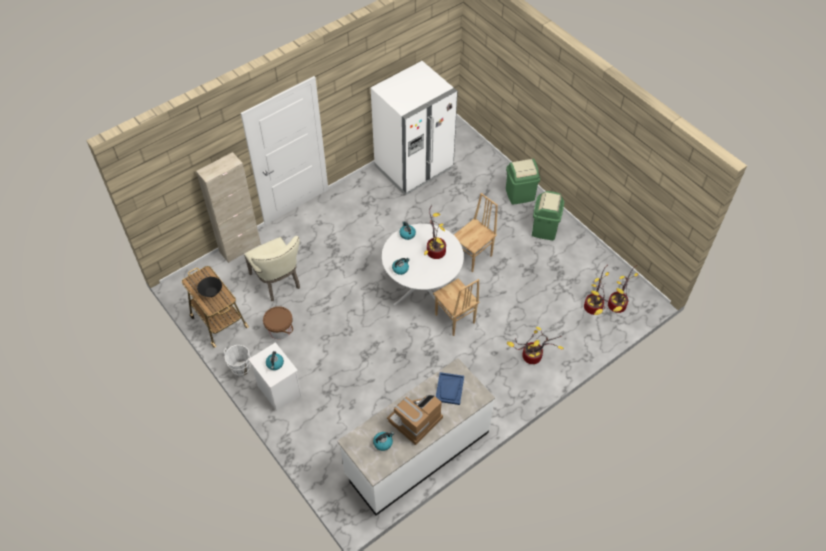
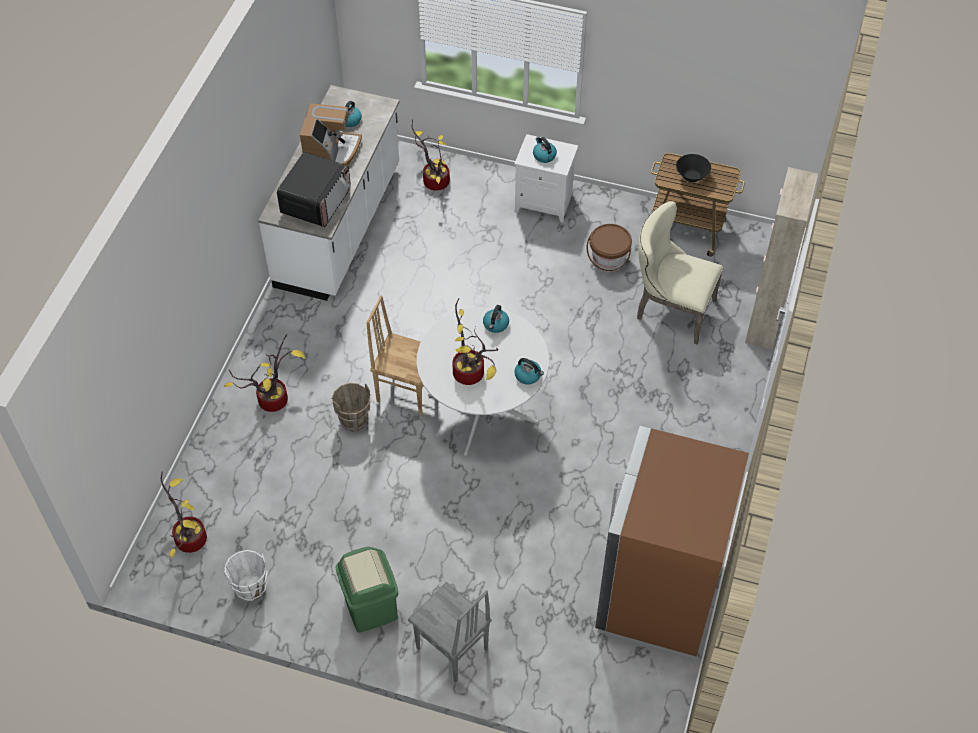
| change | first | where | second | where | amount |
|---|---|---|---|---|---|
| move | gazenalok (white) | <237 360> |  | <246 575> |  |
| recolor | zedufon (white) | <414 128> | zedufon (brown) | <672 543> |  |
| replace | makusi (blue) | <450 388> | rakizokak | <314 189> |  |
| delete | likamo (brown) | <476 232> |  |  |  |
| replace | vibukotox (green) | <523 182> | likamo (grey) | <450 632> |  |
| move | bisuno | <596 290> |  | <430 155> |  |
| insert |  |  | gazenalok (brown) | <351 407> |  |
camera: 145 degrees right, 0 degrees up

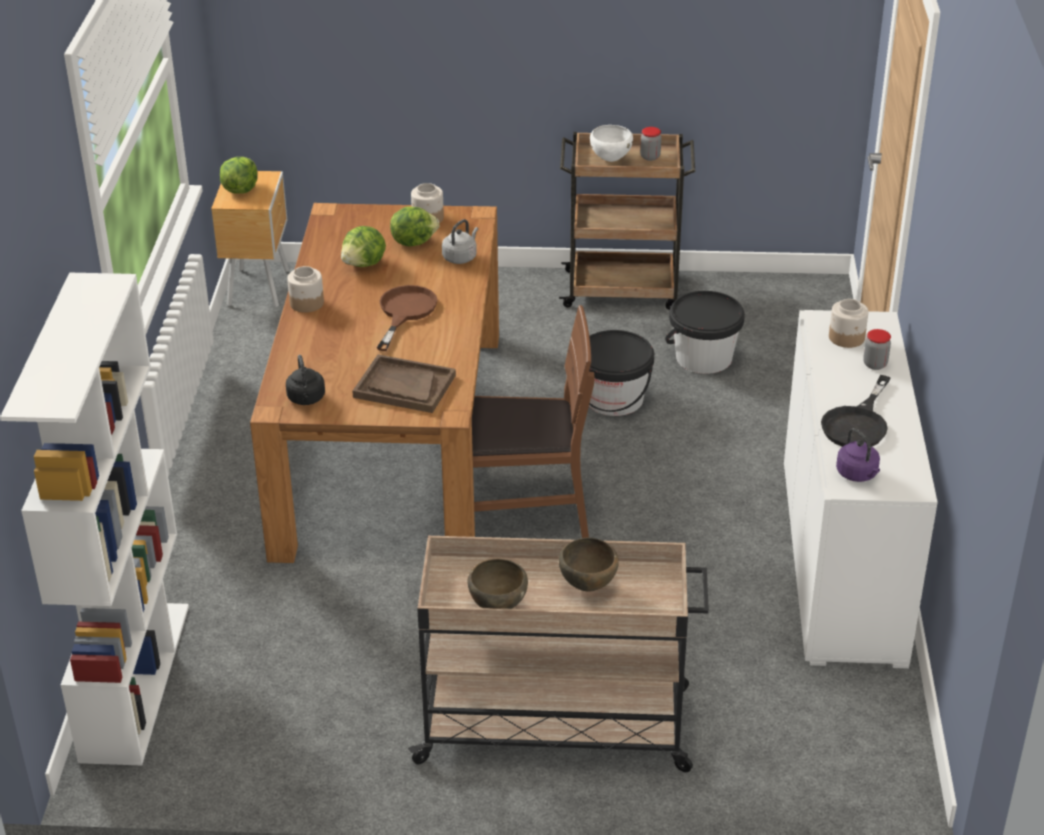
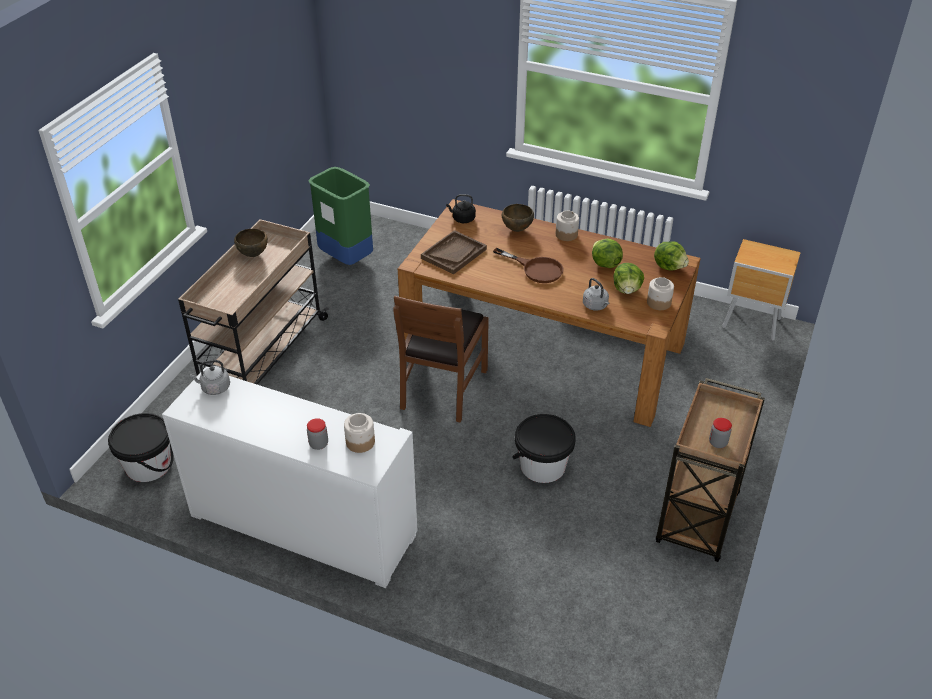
| change | first | where | second | where | amount |
|---|---|---|---|---|---|
| delete | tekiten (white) | <94 519> |  |  |  |
| move | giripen | <239 175> |  | <671 256> |  |
| move | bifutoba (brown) | <589 564> |  | <518 218> |  |
| delete | bifutoba (white) | <611 143> |  |  |  |
| move | gazenalok (black) | <705 332> |  | <141 447> |  |
| delete | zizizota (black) | <855 411> |  |  |  |
| recolor | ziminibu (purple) | <858 455> | ziminibu (grey) | <210 377> |  |
| insert |  |  | vibukotox (green) | <340 216> |  |
camera: 110 degrees right, 5 degrees up

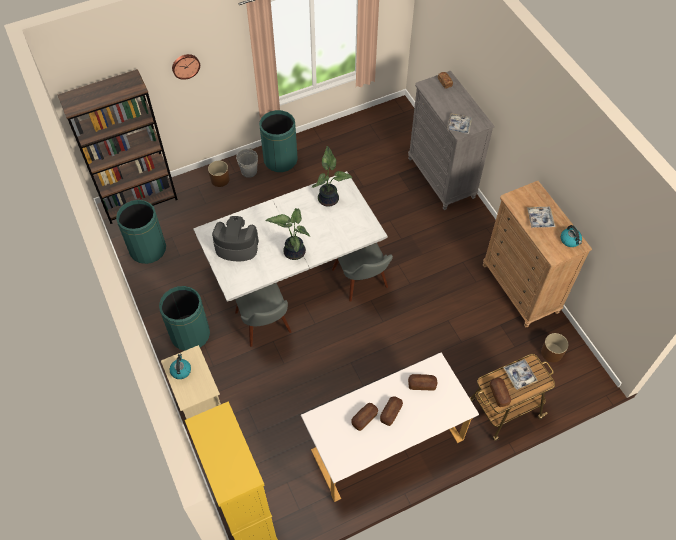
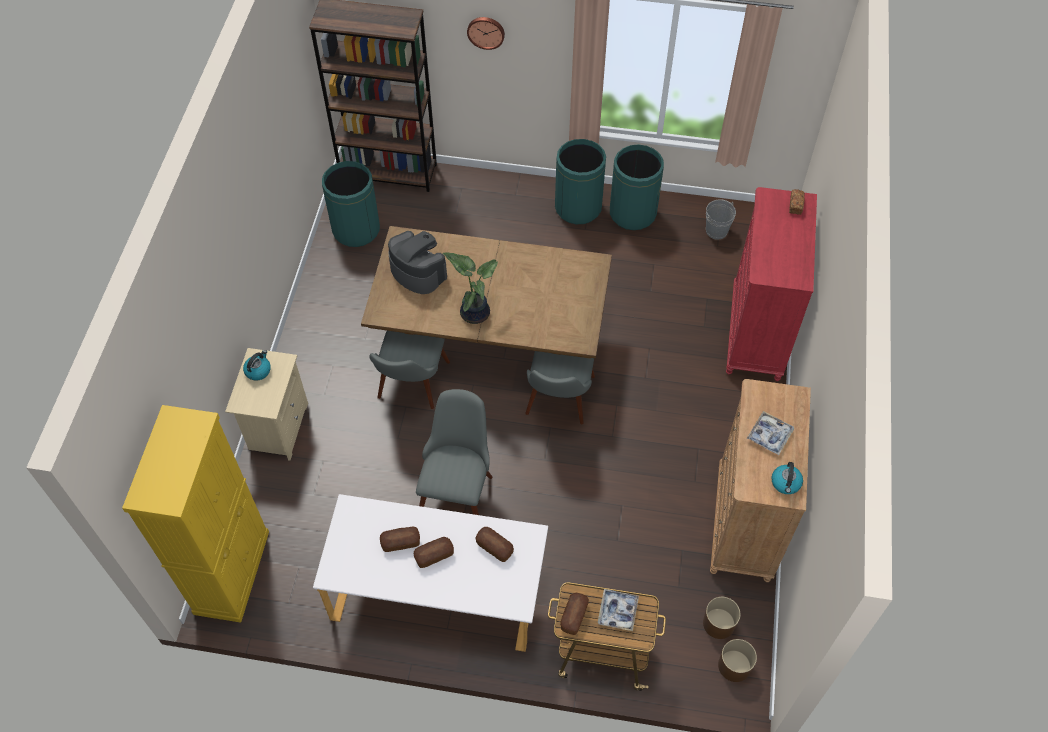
| change | first | where | second | where | amount |
|---|---|---|---|---|---|
| move | vibukotox (green) | <184 318> |  | <637 187> |  |
| recolor | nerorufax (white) | <290 236> | nerorufax (brown) | <486 292> |  |
| move | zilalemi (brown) | <219 174> |  | <737 660> |  |
| move | gazenalok (grey) | <247 163> |  | <721 219> |  |
| delete | bisuno | <332 176> |  |  |  |
| recolor | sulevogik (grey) | <451 140> | sulevogik (red) | <771 284> |  |
| delete | makusi | <459 123> |  |  |  |
| insert |  |  | likamo (grey) | <454 452> |  |
camera: 35 degrees right, 0 degrees up

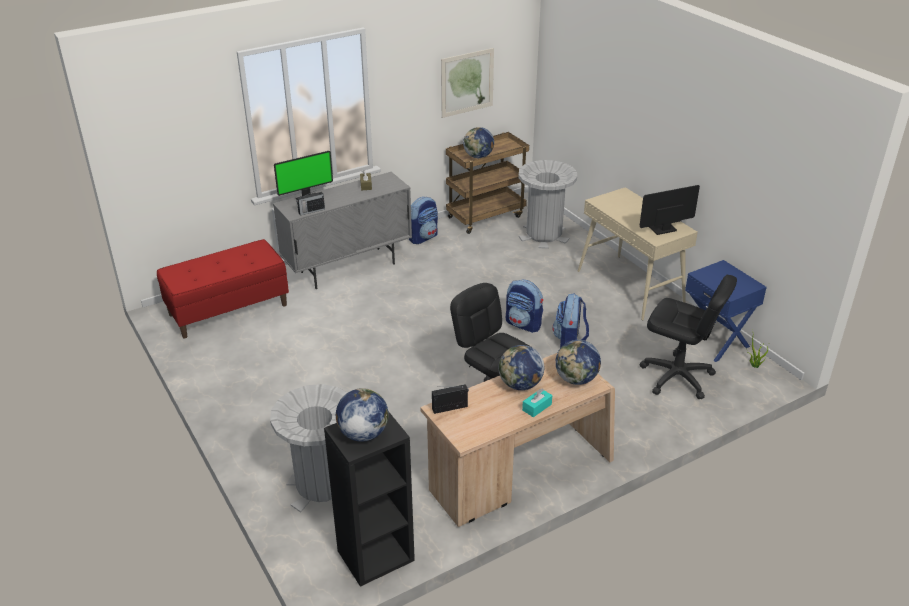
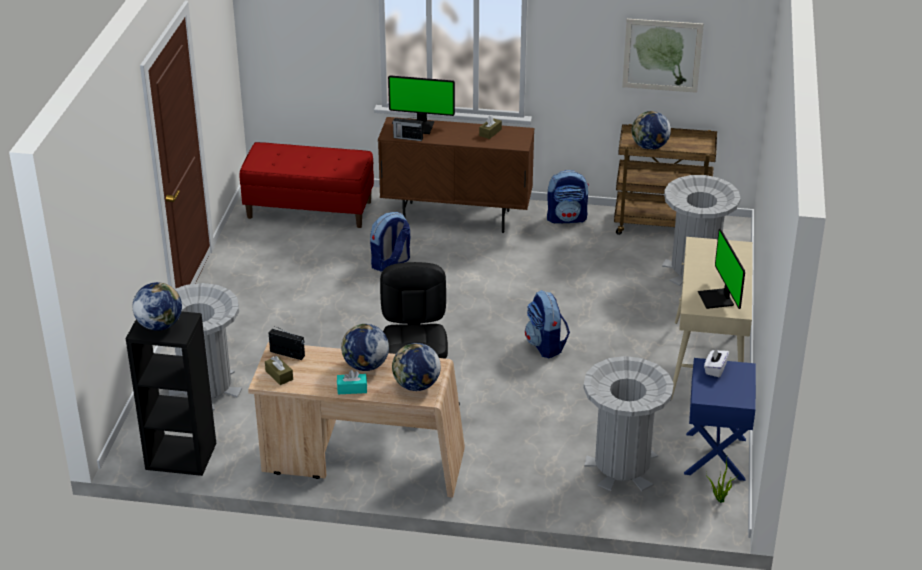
| change | first | where | second | where | amount |
|---|---|---|---|---|---|
| recolor | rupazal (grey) | <342 230> | rupazal (brown) | <456 175> |  |
| move | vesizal | <570 321> |  | <390 242> |  |
| rotate | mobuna | <669 210> |  | <721 268> | 120 degrees counterclockwise |
| replace | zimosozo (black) | <688 337> | vibukotox (grey) | <628 423> |  |
| insert |  |  | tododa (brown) | <279 370> |  |
| insert |  |  | tododa (white) | <716 362> |  |
camera: 40 degrees right, 0 degrees up

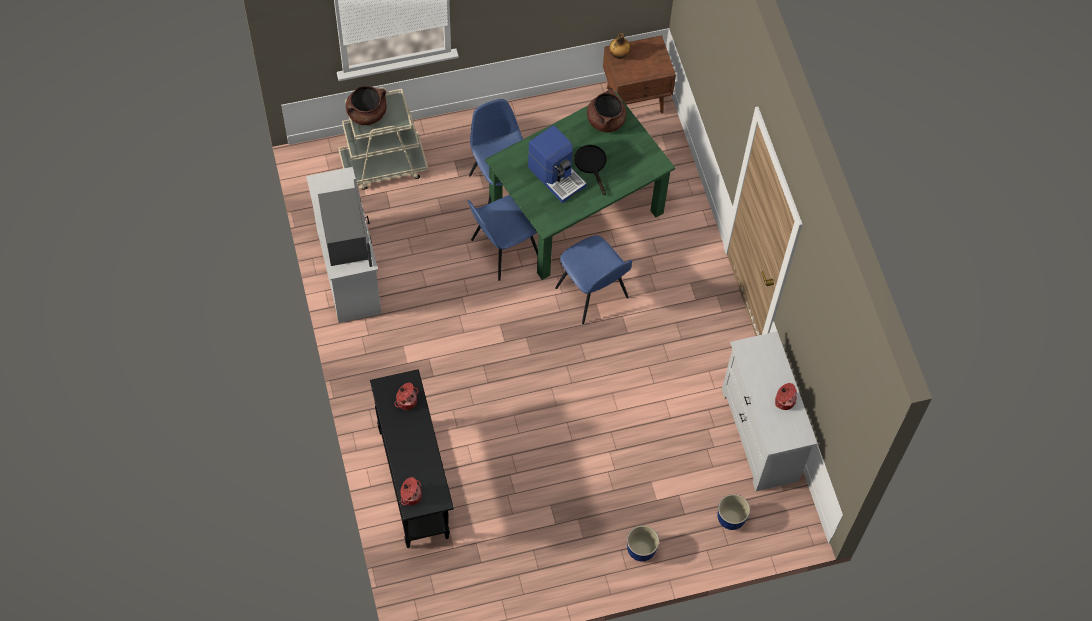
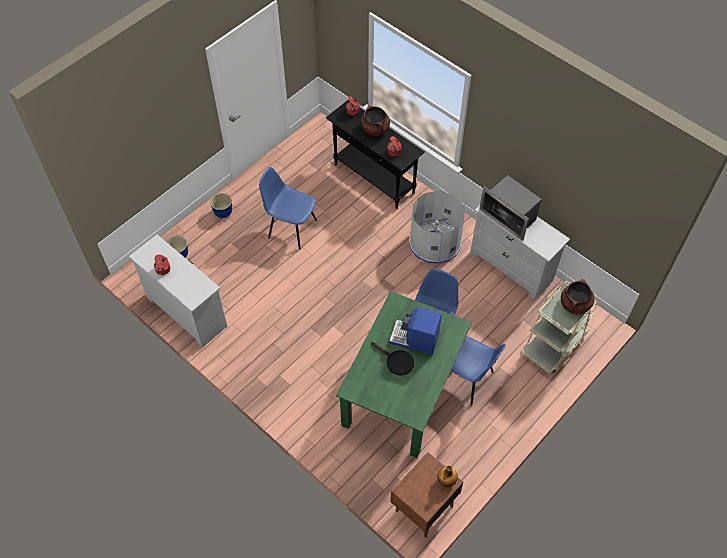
| change | first | where | second | where | amount |
|---|---|---|---|---|---|
| move | likamo (blue) | <593 279> |  | <288 208> |  |
| move | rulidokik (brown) | <607 110> |  | <375 120> |  |
| insert |  |  | vibukotox (grey) | <437 227> |  |
camera: 150 degrees right, 5 degrees down

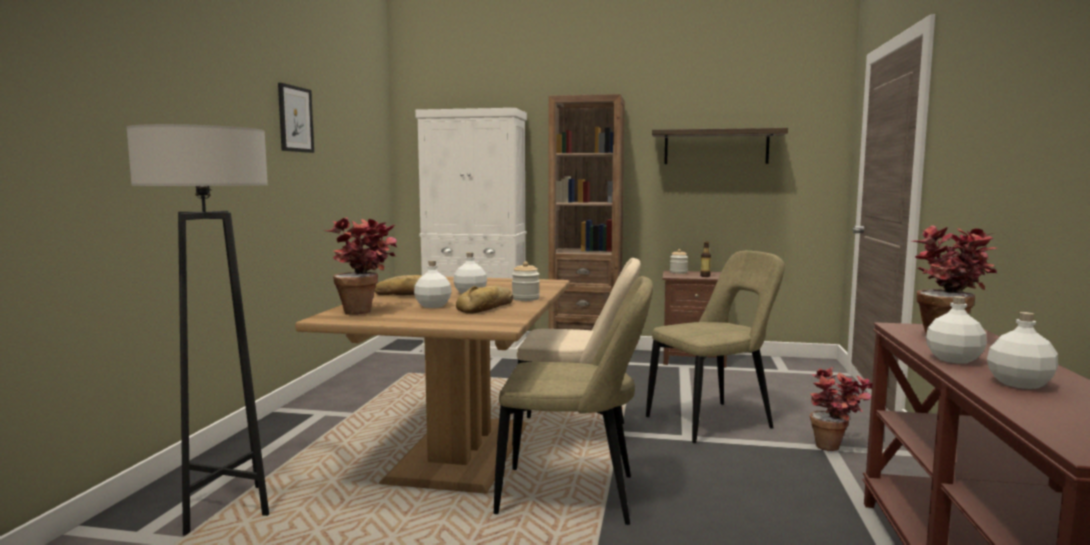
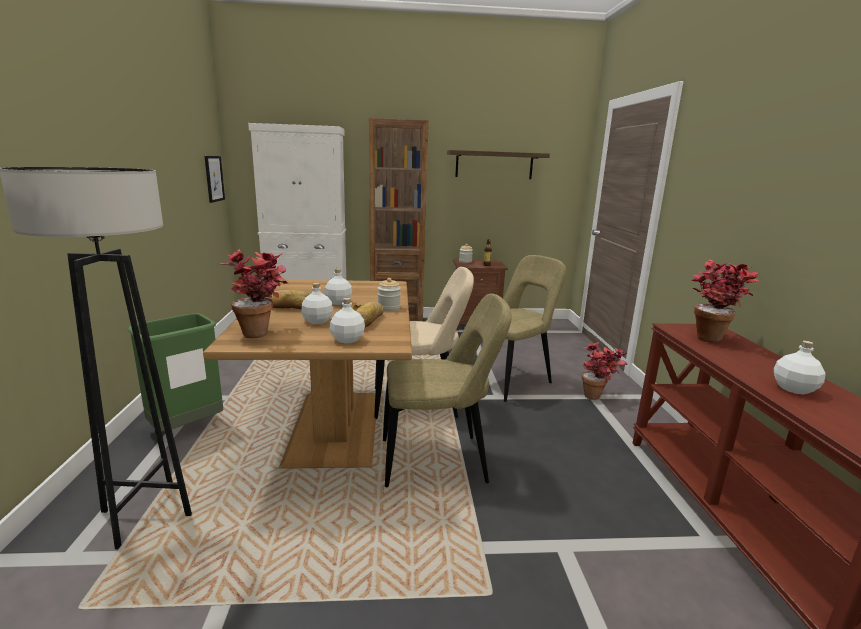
| change | first | where | second | where | amount |
|---|---|---|---|---|---|
| move | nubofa | <296 118> |  | <214 179> |  |
| move | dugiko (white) | <956 330> |  | <347 320> |  |
| insert |  |  | vibukotox (green) | <175 372> |  |
camera: 15 degrees left, 10 degrees up

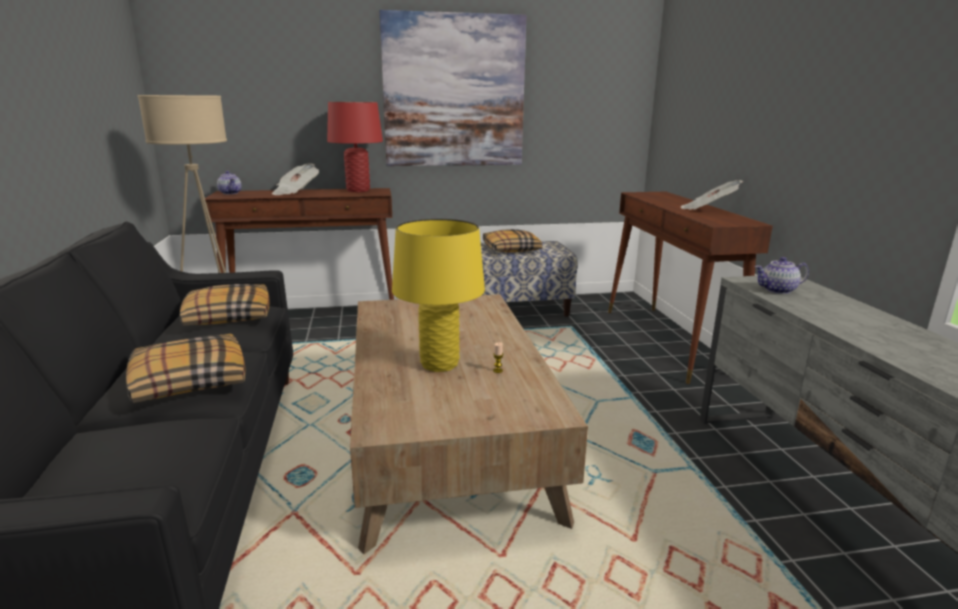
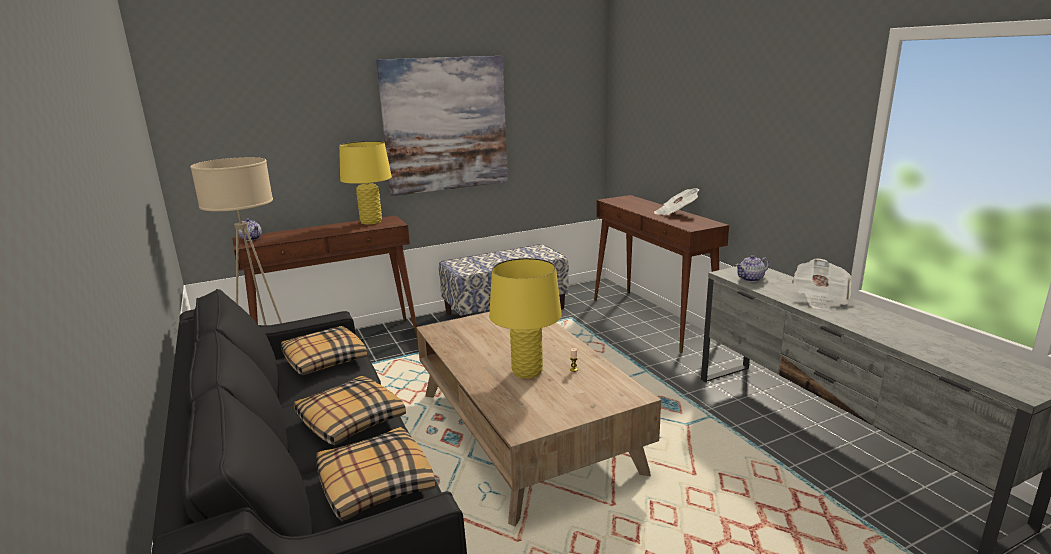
| change | first | where | second | where | amount |
|---|---|---|---|---|---|
| move | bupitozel | <295 179> |  | <822 284> |  |
| recolor | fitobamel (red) | <355 147> | fitobamel (yellow) | <365 183> |  |
| move | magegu | <512 241> |  | <375 474> |  |
camera: 15 degrees left, 0 degrees up

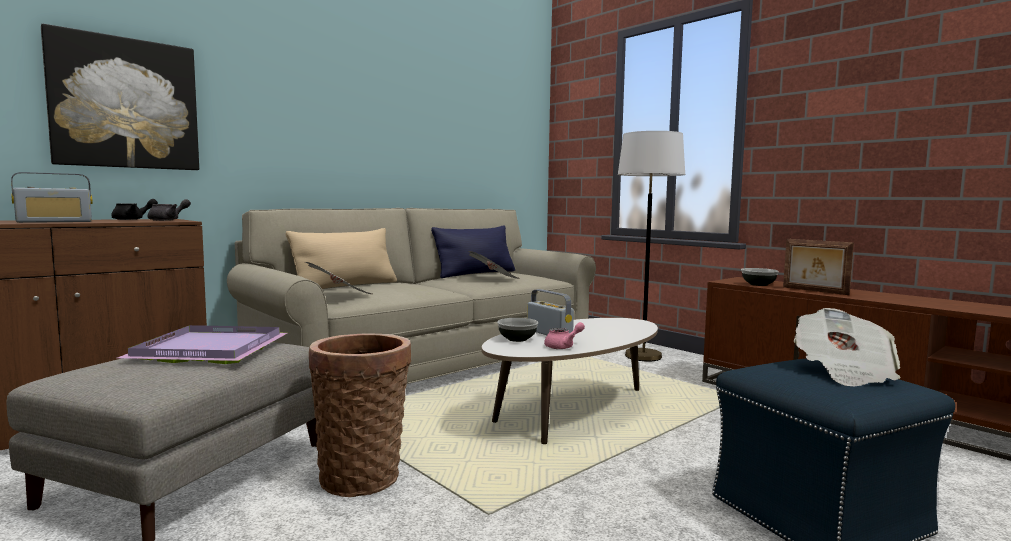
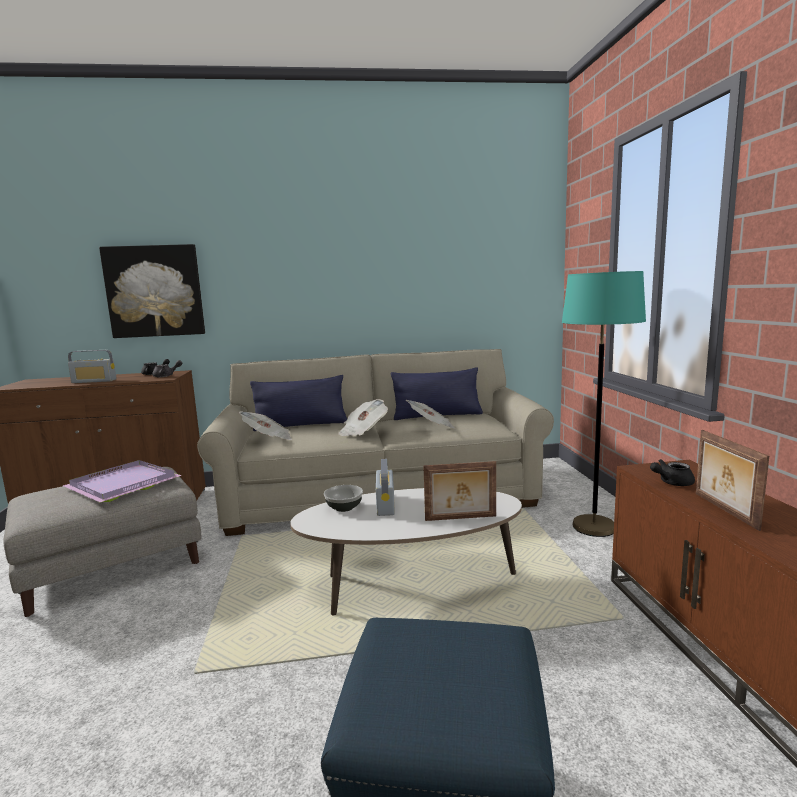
| change | first | where | second | where | amount |
|---|---|---|---|---|---|
| recolor | magegu (beige) | <341 258> | magegu (blue) | <298 403> |  |
| delete | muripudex | <360 415> |  |  |  |
| delete | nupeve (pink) | <564 335> |  |  |  |
| recolor | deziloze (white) | <651 246> | deziloze (turquoise) | <604 404> |  |
| replace | bifutoba | <760 277> | nupeve (black) | <672 472> |  |
| move | bupitozel | <847 347> |  | <363 417> |  |
| insert |  |  | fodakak | <459 491> |  |
camera: 35 degrees right, 5 degrees up

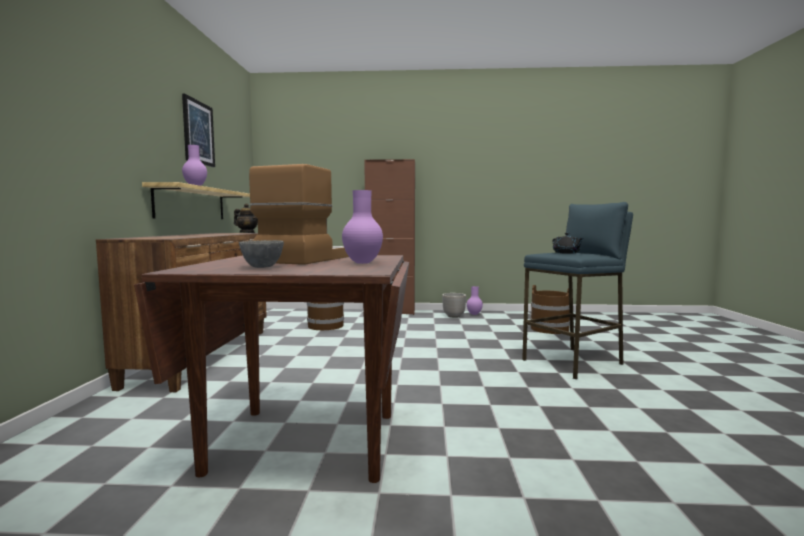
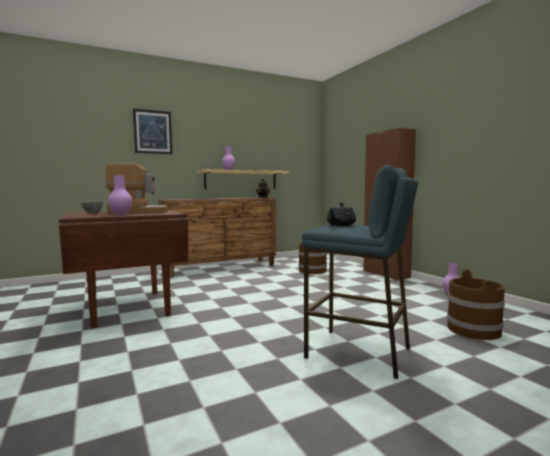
| change | first | where | second | where | amount |
|---|---|---|---|---|---|
| move | nubofa | <198 130> |  | <152 131> |  |
| delete | zilalemi | <454 305> |  |  |  |
camera: 60 degrees right, 0 degrees up

